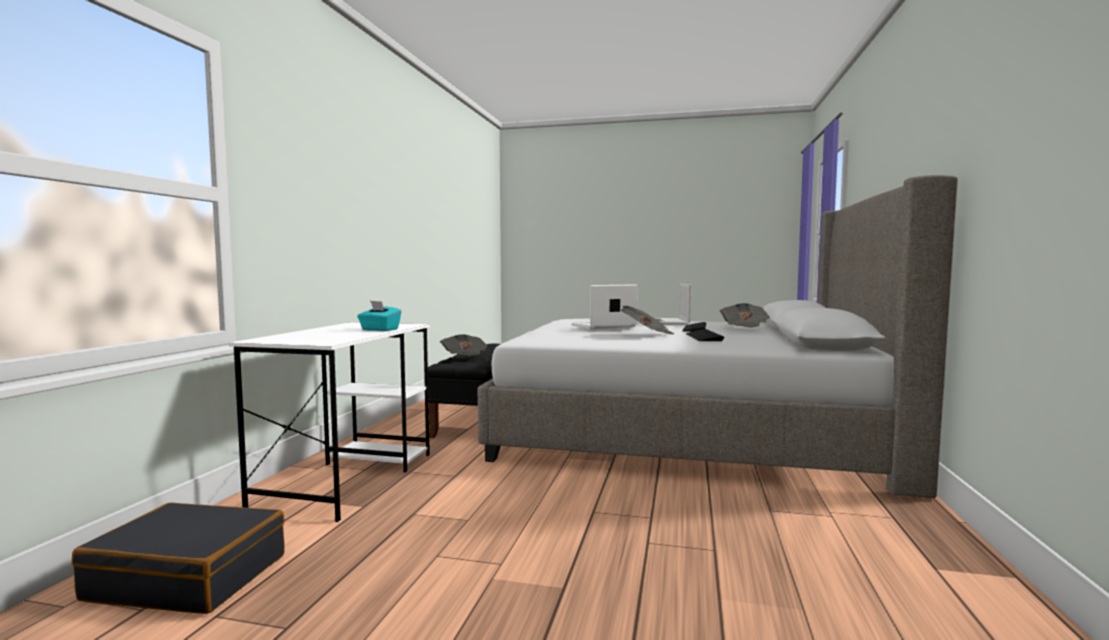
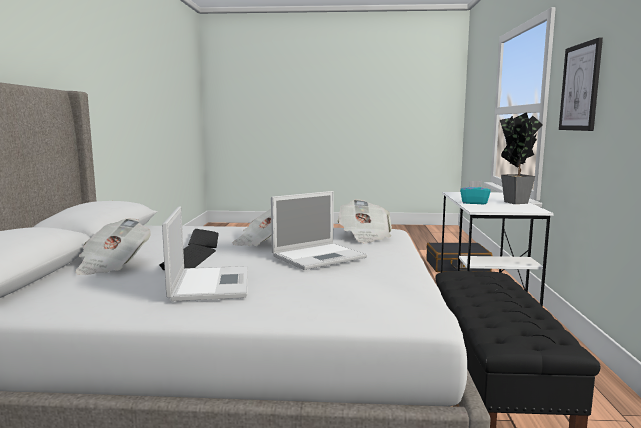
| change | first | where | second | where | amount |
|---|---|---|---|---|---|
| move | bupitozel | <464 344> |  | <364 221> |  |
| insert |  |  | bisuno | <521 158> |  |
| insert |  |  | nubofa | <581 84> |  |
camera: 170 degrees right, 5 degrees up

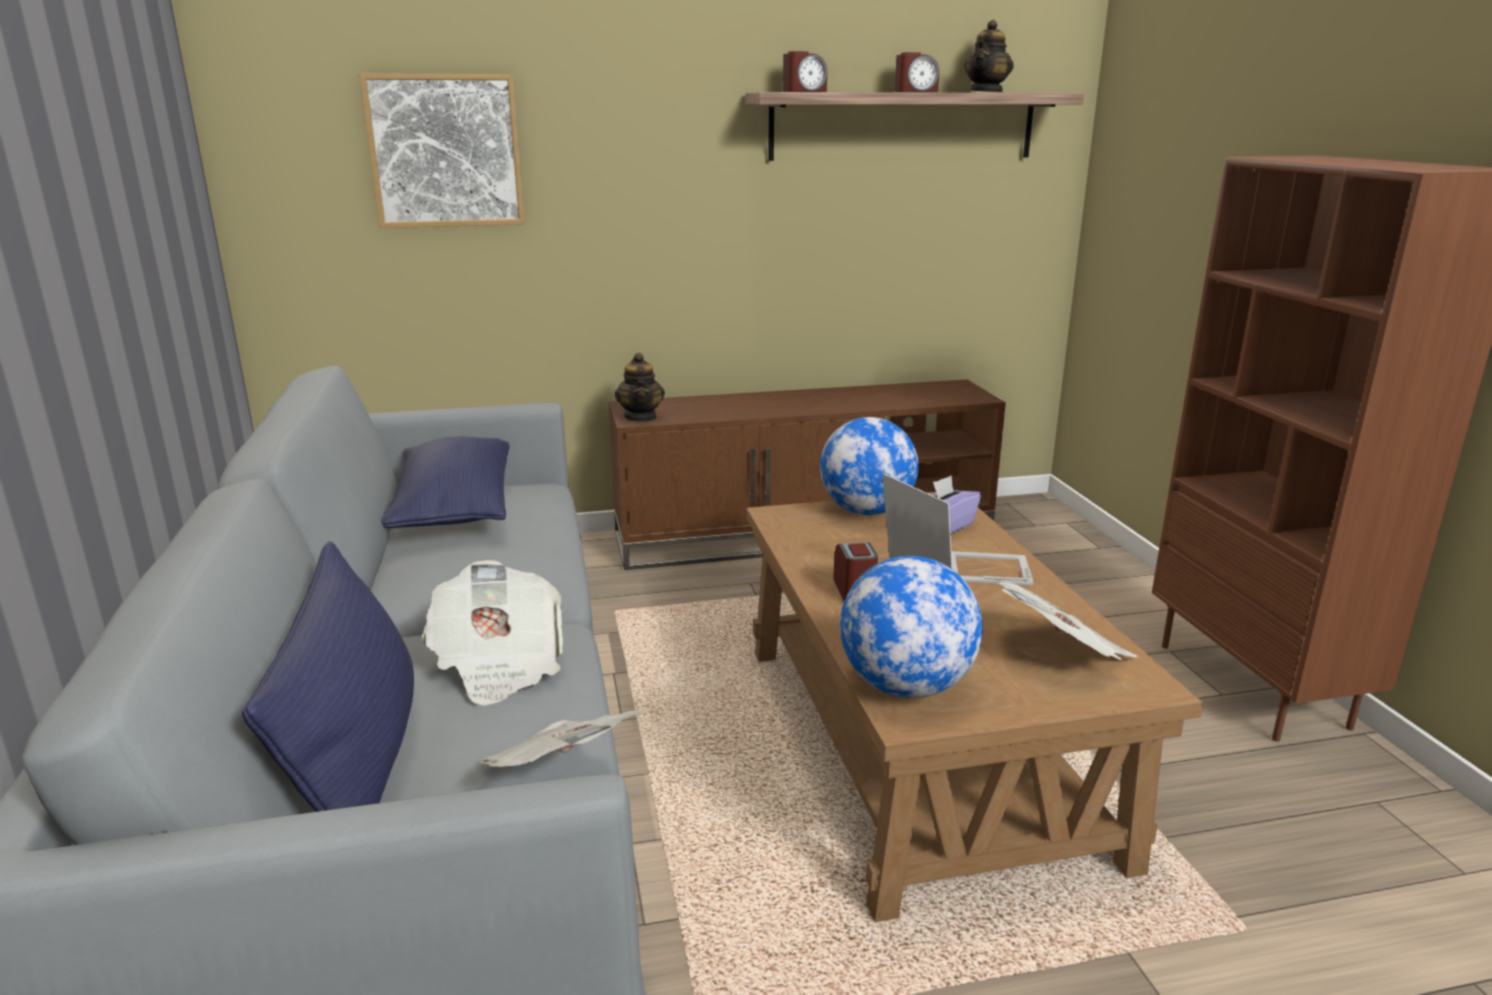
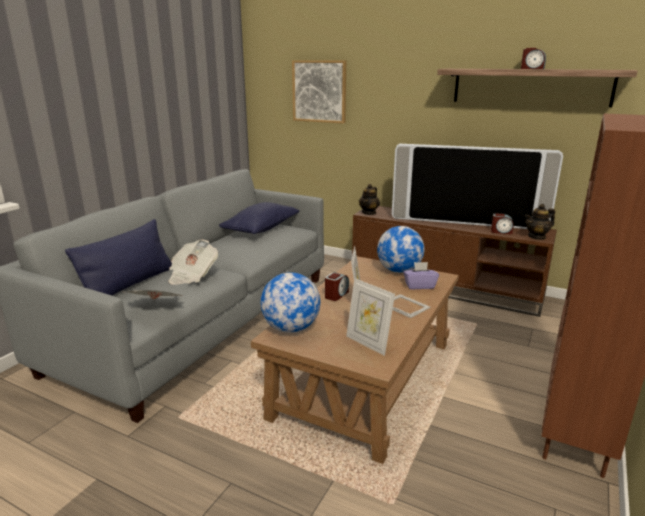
| change | first | where | second | where | amount |
|---|---|---|---|---|---|
| move | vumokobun | <805 71> |  | <502 223> |  |
| move | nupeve | <989 56> |  | <540 222> |  |
| replace | bupitozel | <1068 621> | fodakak | <370 317> |  |
| insert |  |  | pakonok | <477 186> |  |
camera: 40 degrees right, 0 degrees up

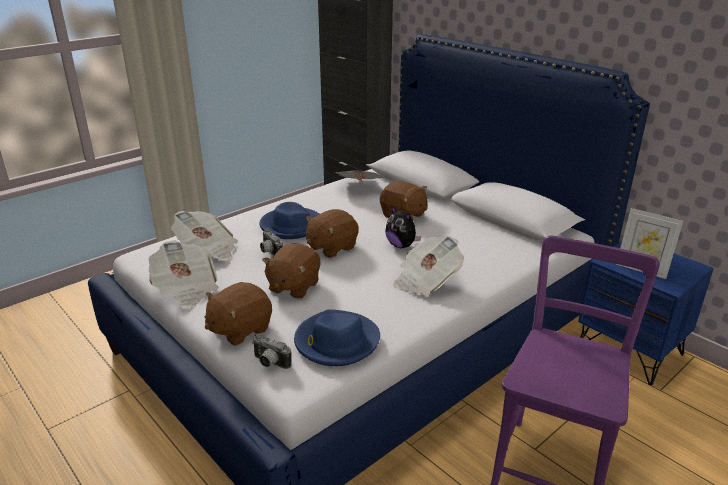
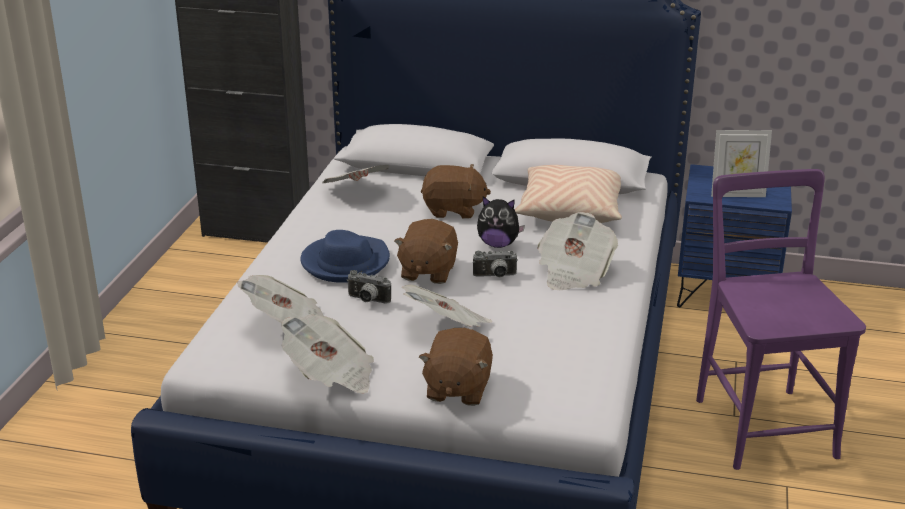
| change | first | where | second | where | amount |
|---|---|---|---|---|---|
| move | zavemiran | <271 351> |  | <495 263> |  |
| replace | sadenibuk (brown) | <291 271> | bupitozel | <447 306> |  |
| delete | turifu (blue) | <337 337> |  |  |  |
| insert |  |  | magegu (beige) | <568 194> |  |
camera: 35 degrees left, 0 degrees up

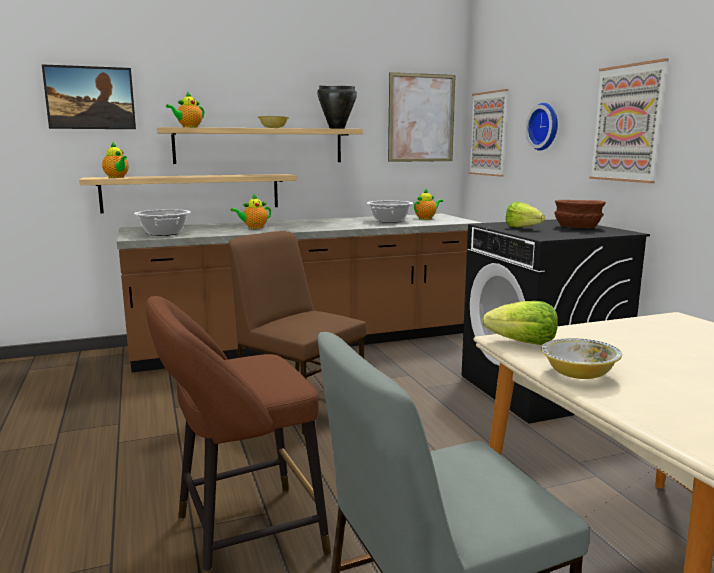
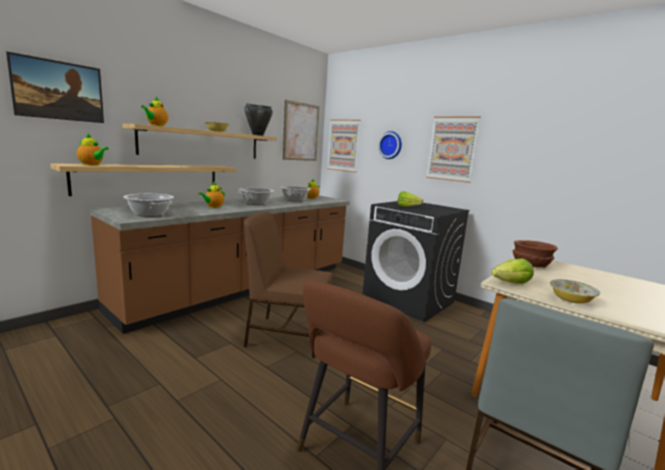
| change | first | where | second | where | amount |
|---|---|---|---|---|---|
| move | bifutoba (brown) | <580 214> |  | <535 254> |  |
| insert |  |  | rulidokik | <255 196> |  |
camera: 30 degrees left, 0 degrees up

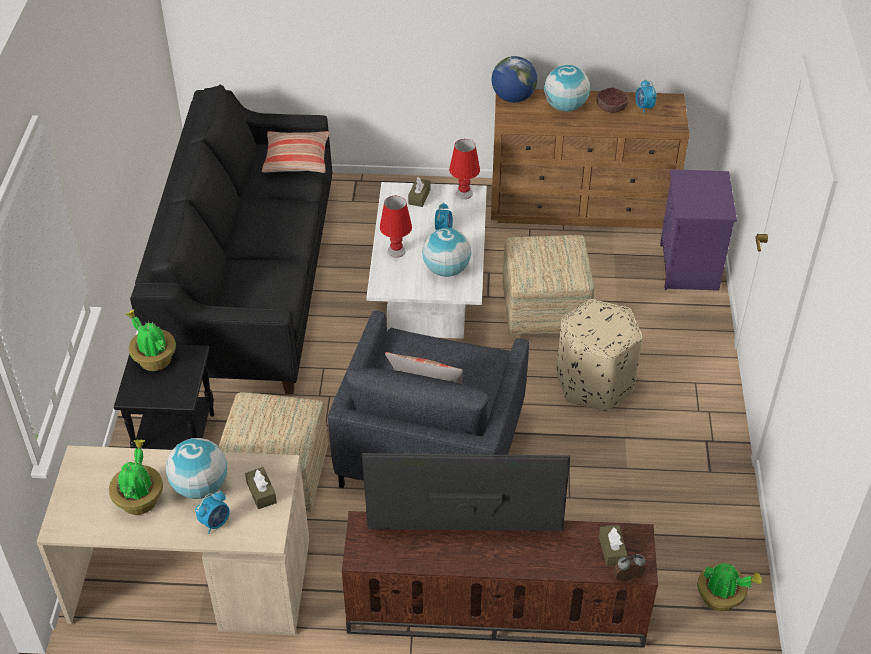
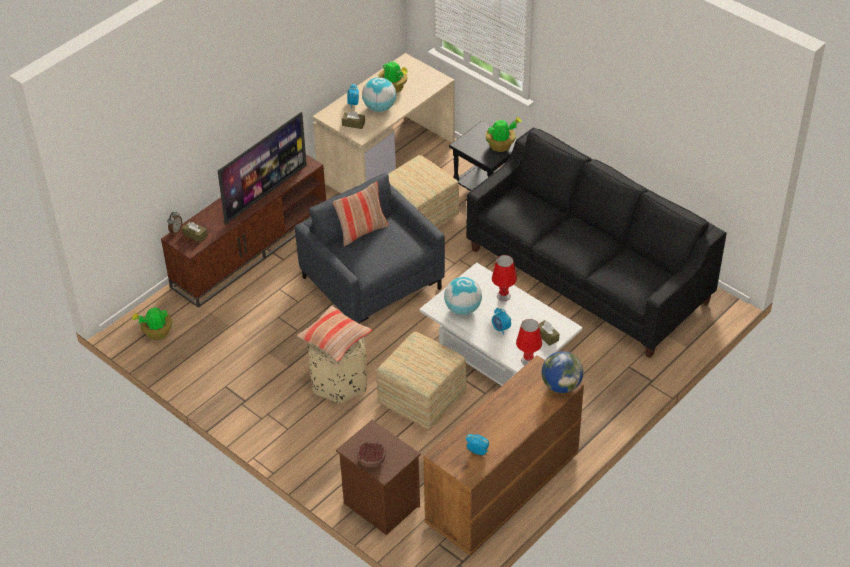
| change | first | where | second | where | amount |
|---|---|---|---|---|---|
| move | magegu | <295 152> |  | <335 334> |  |
| delete | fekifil | <567 88> |  |  |  |
| move | bifutoba | <613 100> |  | <371 455> |  |
| recolor | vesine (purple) | <698 230> | vesine (brown) | <378 477> |  |
camera: 130 degrees right, 0 degrees up

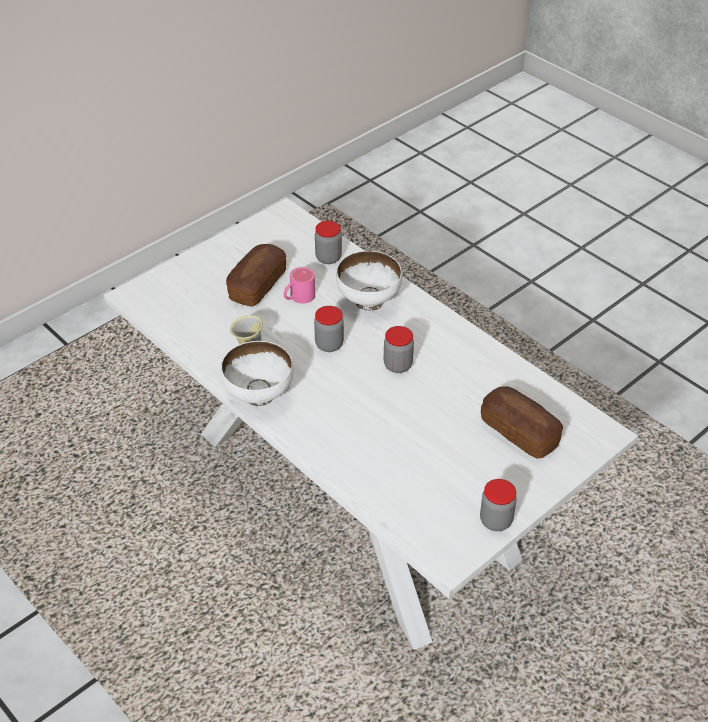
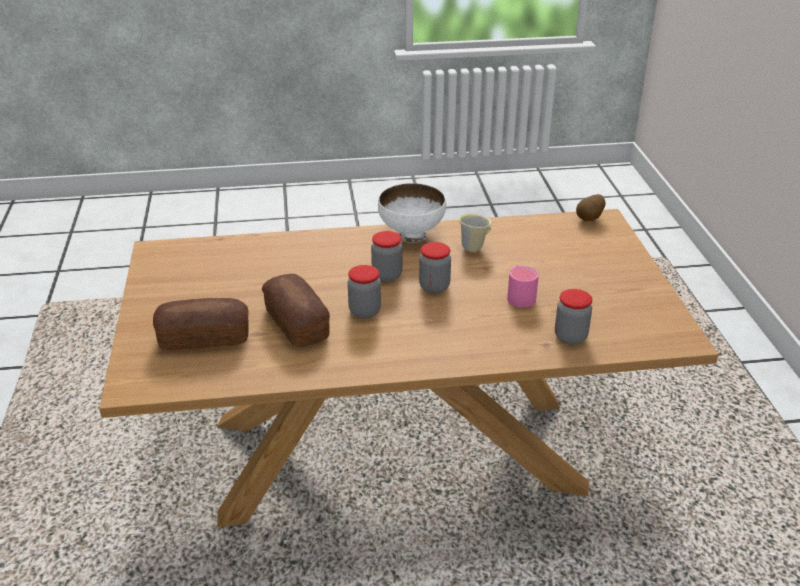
| change | first | where | second | where | amount |
|---|---|---|---|---|---|
| recolor | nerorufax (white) | <371 424> | nerorufax (brown) | <409 368> |  |
| move | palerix | <256 275> |  | <296 310> |  |
| delete | bifutoba (white) | <369 281> |  |  |  |
| move | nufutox | <498 505> |  | <386 256> |  |
| insert |  |  | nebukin | <591 207> |  |
camera: 125 degrees right, 10 degrees down

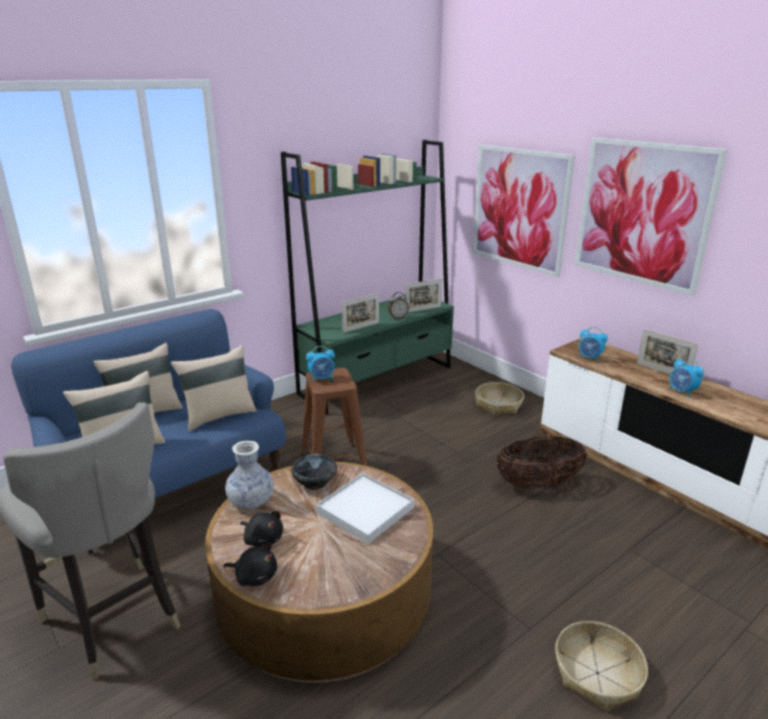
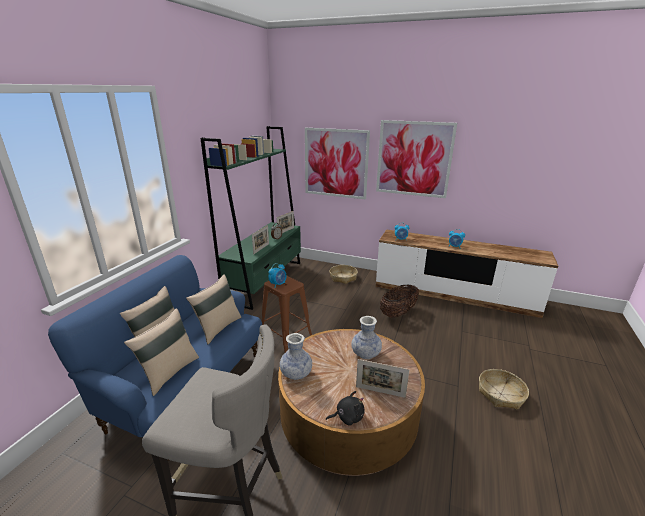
| change | first | where | second | where | amount |
|---|---|---|---|---|---|
| delete | sadenibuk (black) | <262 529> |  |  |  |
| delete | bifutoba (black) | <314 472> |  |  |  |
| replace | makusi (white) | <365 508> | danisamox | <367 337> |  |
| move | fodakak | <667 351> |  | <383 378> |  |
camera: 30 degrees left, 0 degrees up

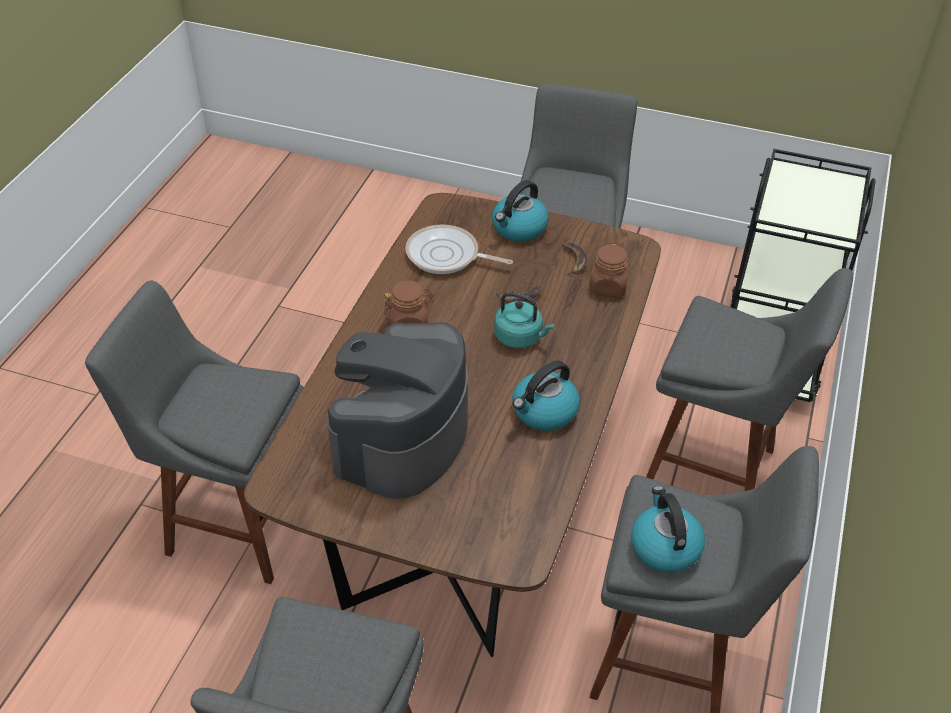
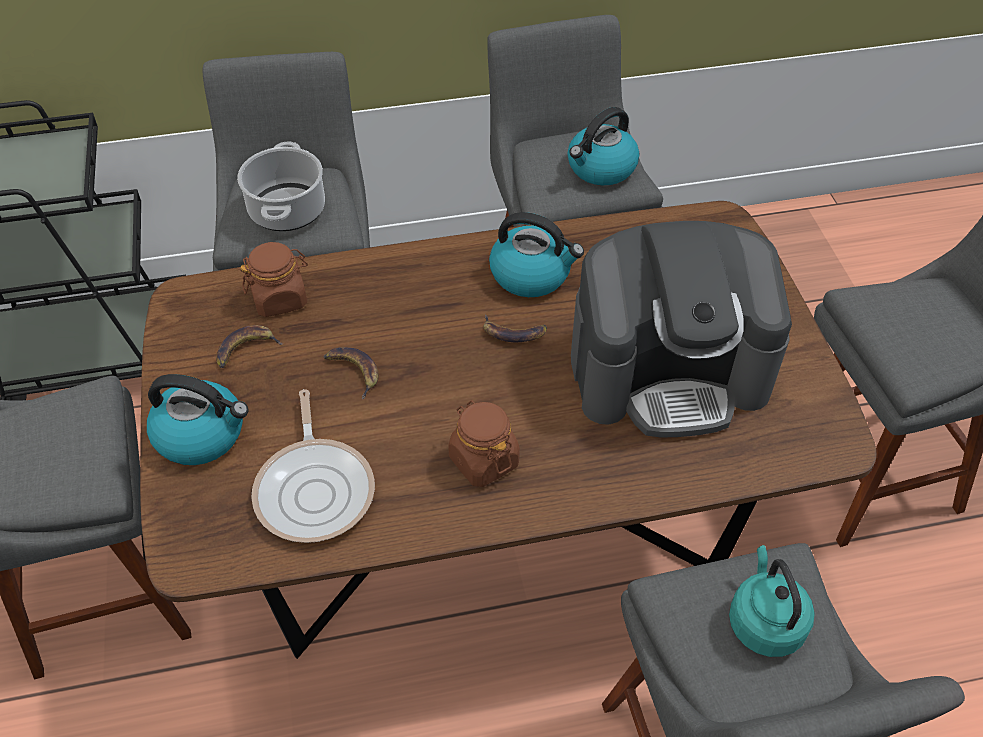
| change | first | where | second | where | amount |
|---|---|---|---|---|---|
| move | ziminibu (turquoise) | <524 319> |  | <772 601> |  |
| insert |  |  | rulidokik | <281 186> |  |
| insert |  |  | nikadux | <515 328> |  |
camera: 120 degrees left, 5 degrees up

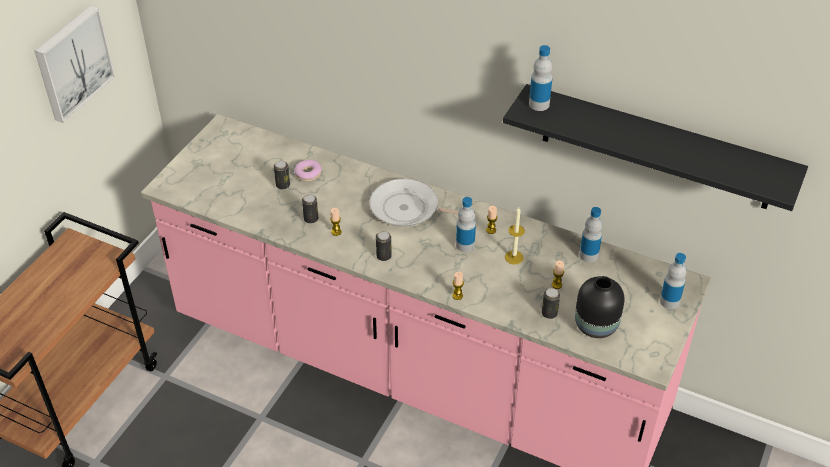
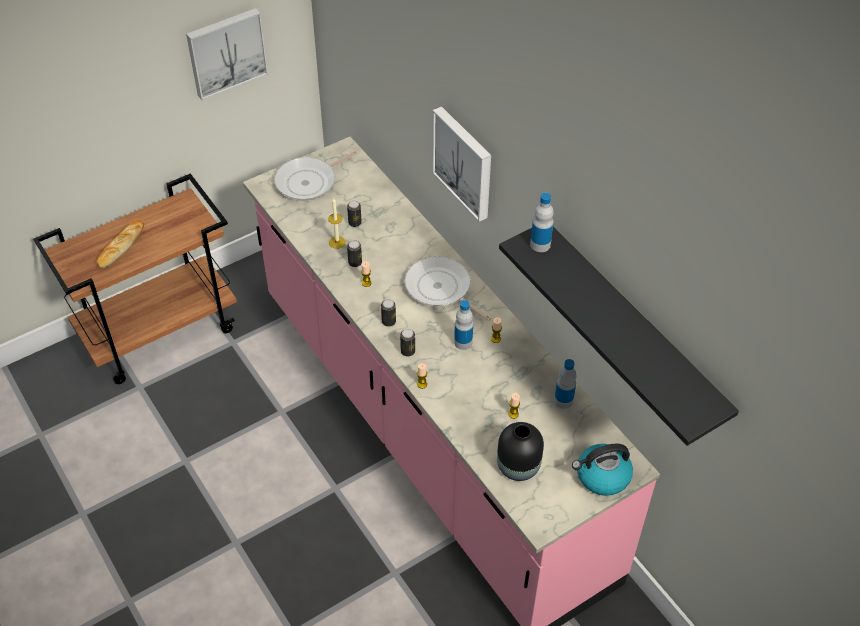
| change | first | where | second | where | amount |
|---|---|---|---|---|---|
| delete | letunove | <308 171> |  |  |  |
| move | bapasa | <515 235> |  | <337 223> |  |
| move | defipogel | <551 303> |  | <407 342> |  |
| replace | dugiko | <673 281> | ziminibu | <602 470> |  |
| insert |  |  | palerix | <120 245> |  |
| insert |  |  | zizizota | <316 175> |  |
| insert |  |  | nubofa | <461 164> |  |
camera: 30 degrees right, 5 degrees up

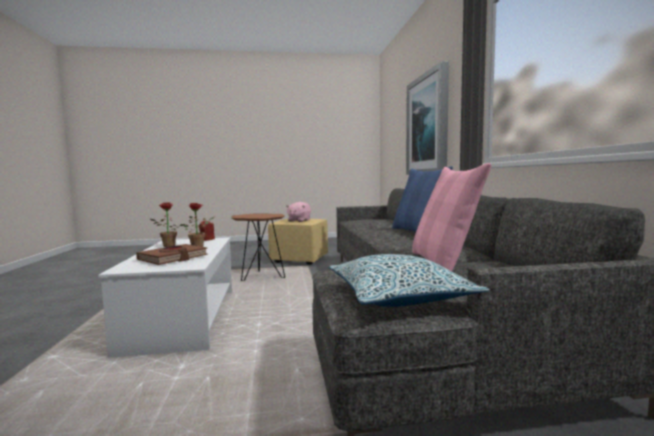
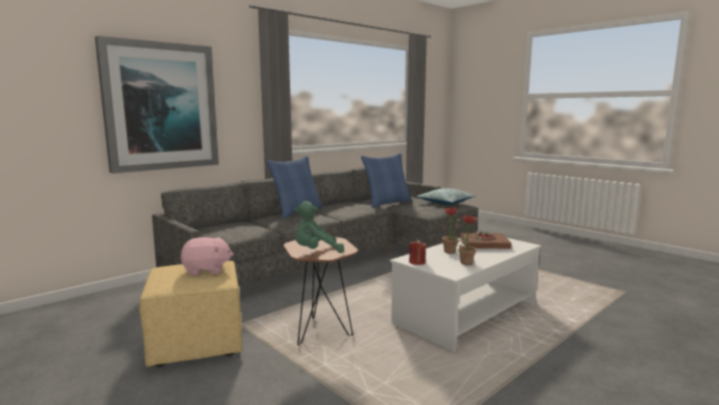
| change | first | where | second | where | amount |
|---|---|---|---|---|---|
| recolor | magegu (pink) | <451 217> | magegu (blue) | <386 180> |  |
| insert |  |  | sadenibuk (green) | <319 227> |  |
camera: 125 degrees left, 5 degrees up

